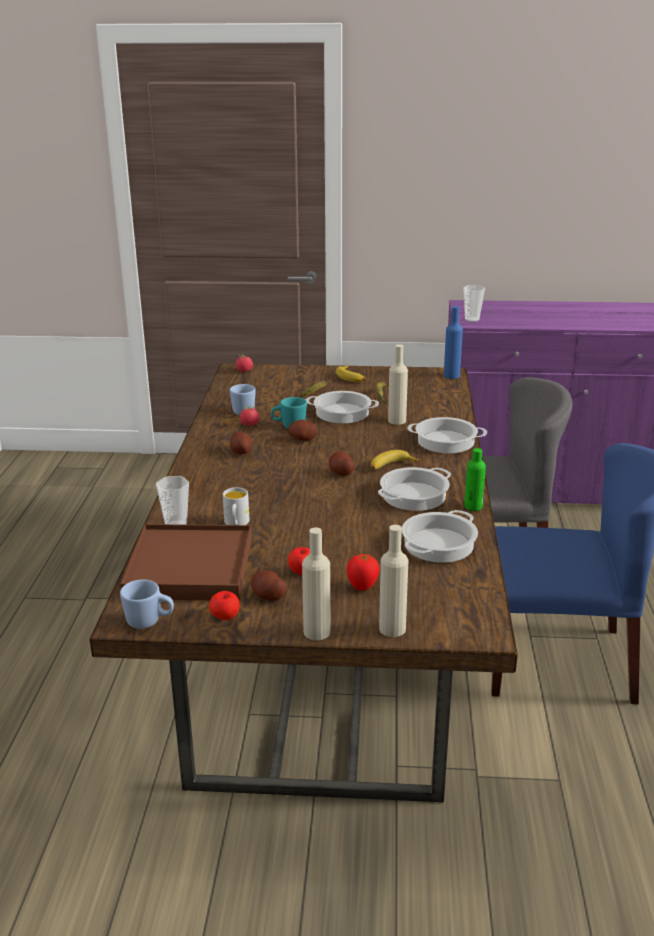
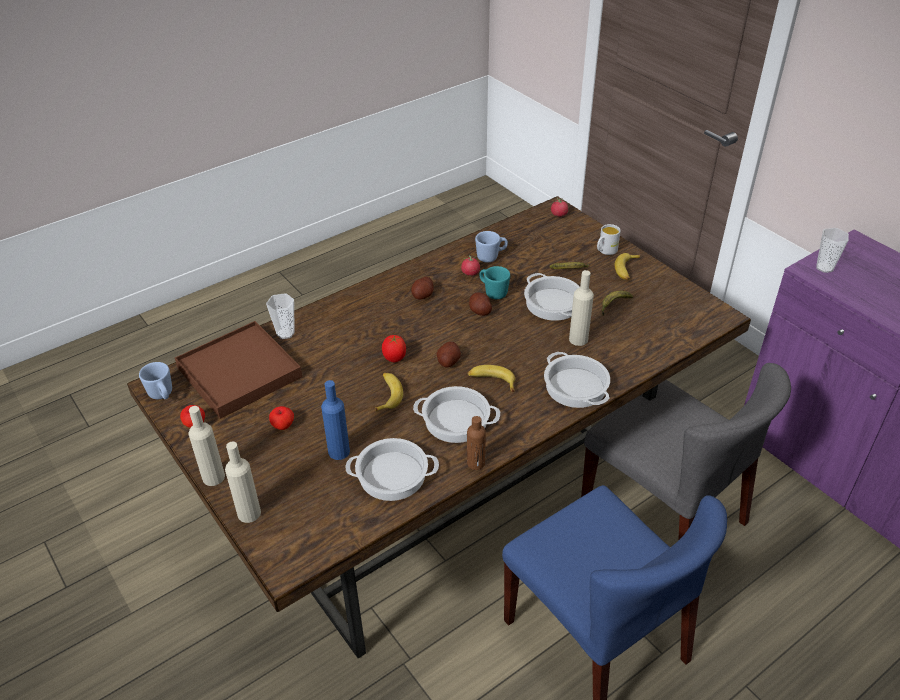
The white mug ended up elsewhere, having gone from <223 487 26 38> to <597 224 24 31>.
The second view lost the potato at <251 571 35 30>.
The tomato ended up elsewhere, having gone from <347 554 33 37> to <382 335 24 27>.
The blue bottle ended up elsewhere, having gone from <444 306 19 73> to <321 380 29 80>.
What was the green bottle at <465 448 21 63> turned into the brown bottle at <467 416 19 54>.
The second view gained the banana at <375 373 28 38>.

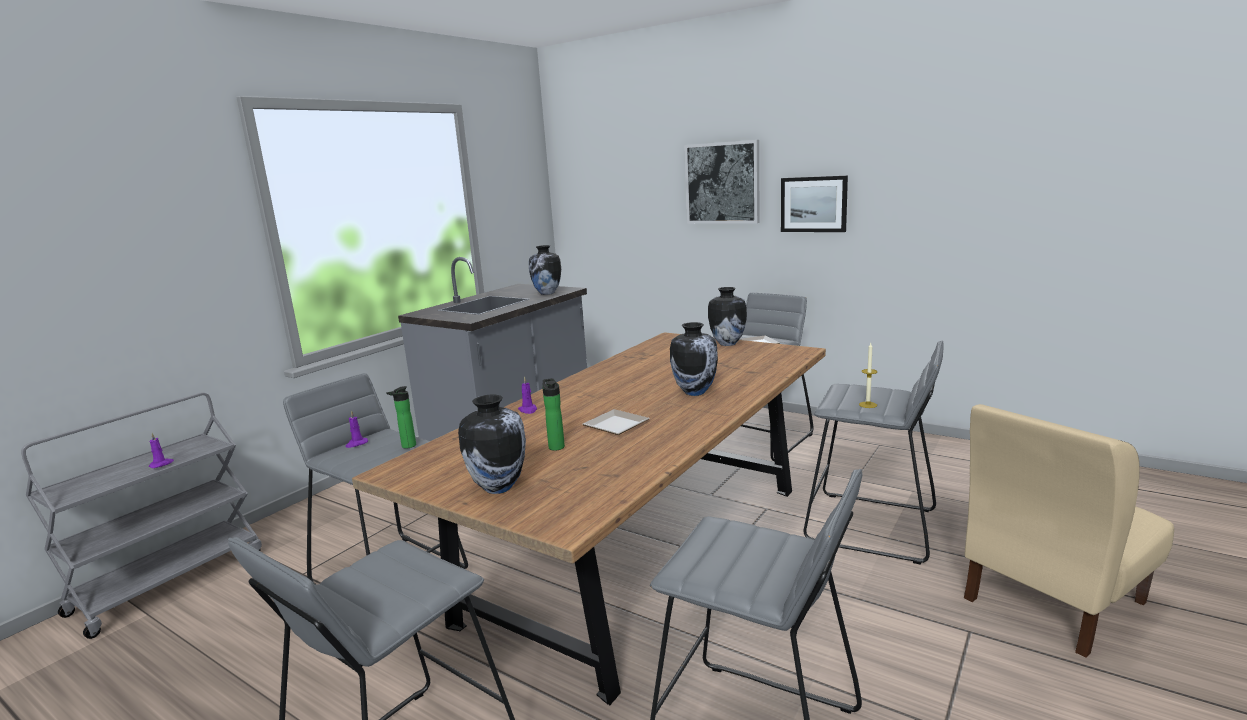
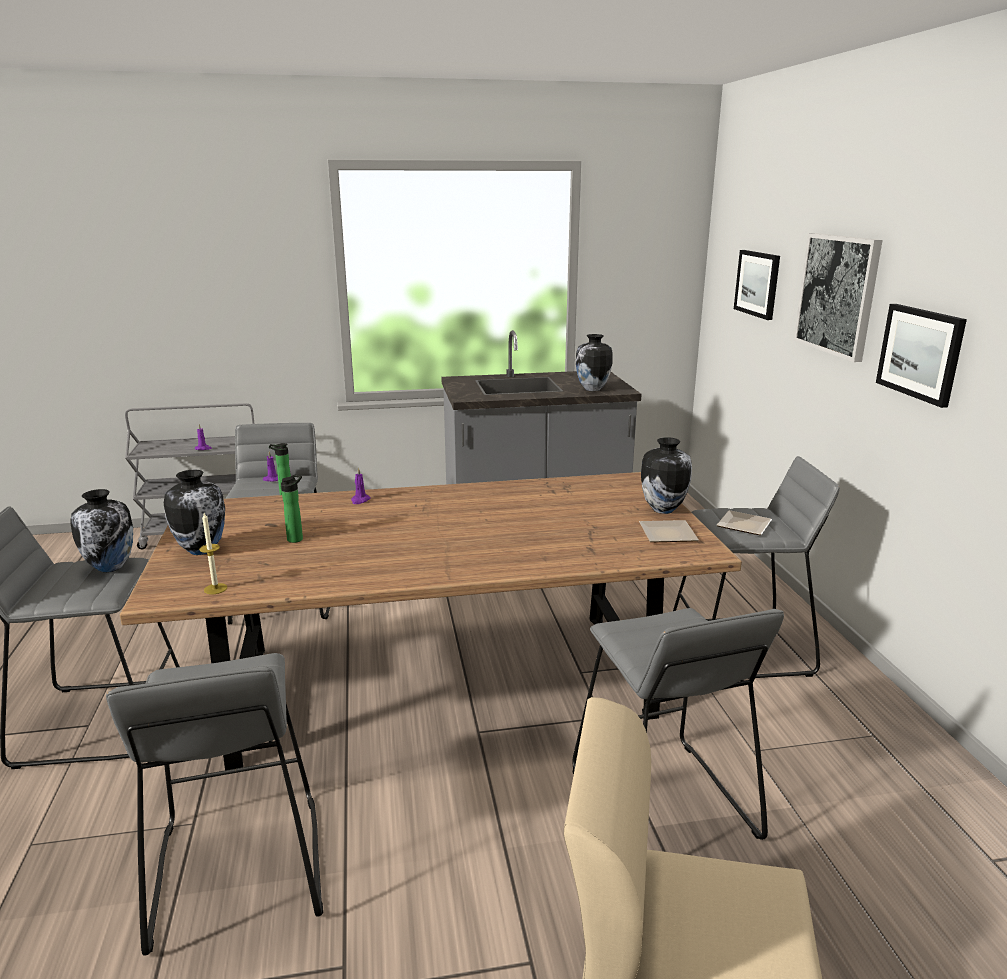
The plate ended up elsewhere, having gone from <582 409 68 26> to <639 520 60 22>.
The vase ended up elsewhere, having gone from <670 322 48 74> to <70 489 63 83>.
The candle ended up elsewhere, having gone from <859 343 18 65> to <199 513 28 81>.
The second view gained the picture at <734 250 46 70>.

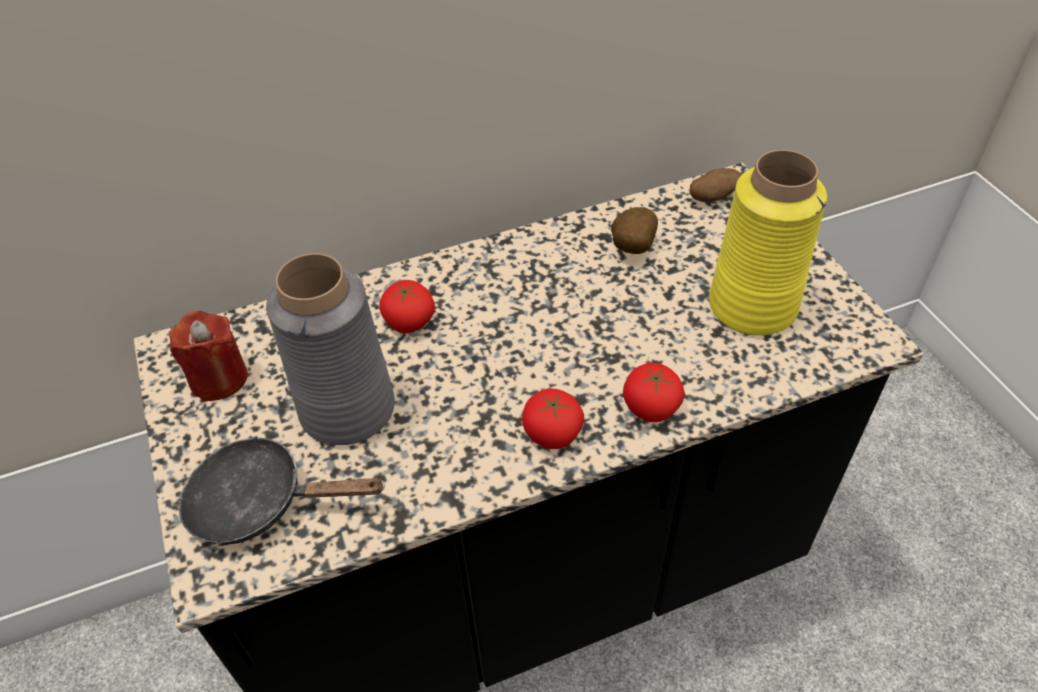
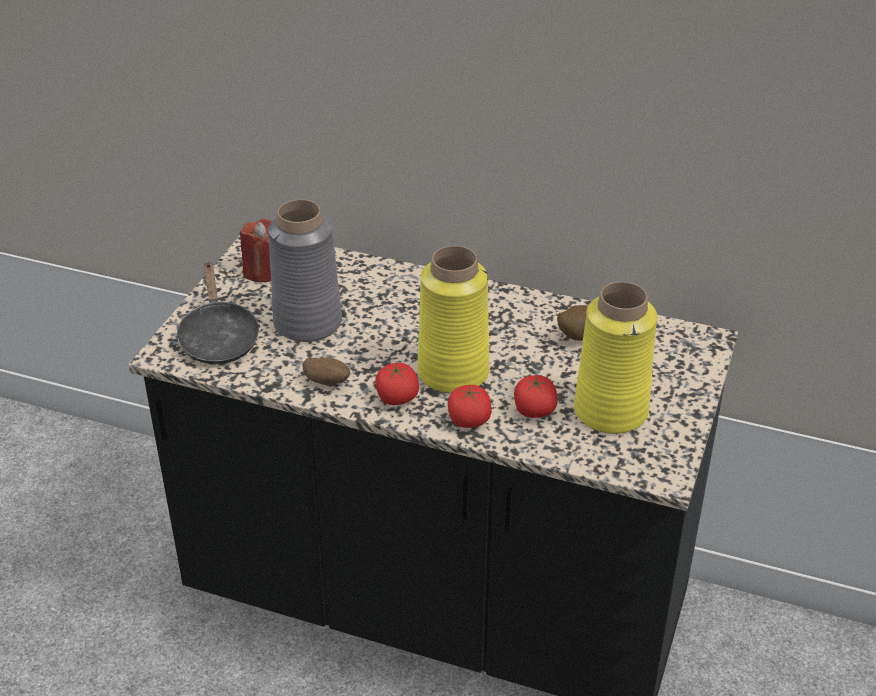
The black frying pan at <179 436 206 110> ended up facing another way, 150 degrees counterclockwise from before.
The tomato ended up elsewhere, having gone from <379 280 56 53> to <514 375 43 43>.
The potato ended up elsewhere, having gone from <689 168 53 34> to <302 357 48 28>.
The second view gained the yellow vase at <417 246 73 147>.

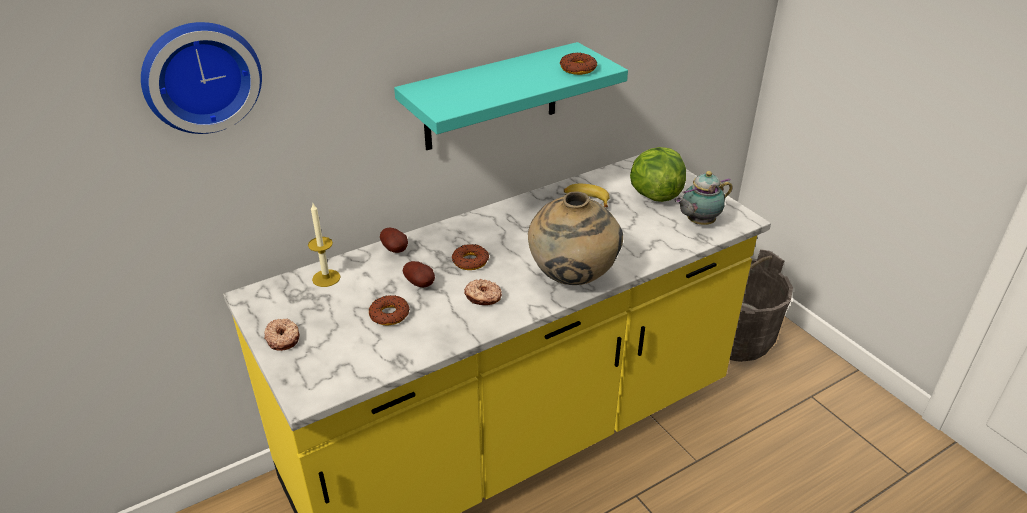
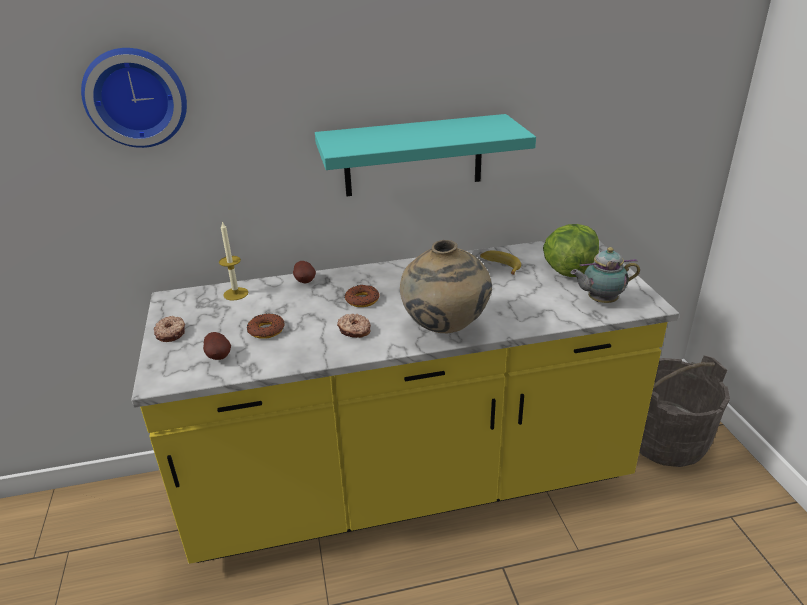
The potato ended up elsewhere, having gone from <403 261 32 26> to <203 332 28 28>.
The second view lost the donut at <560 53 37 22>.

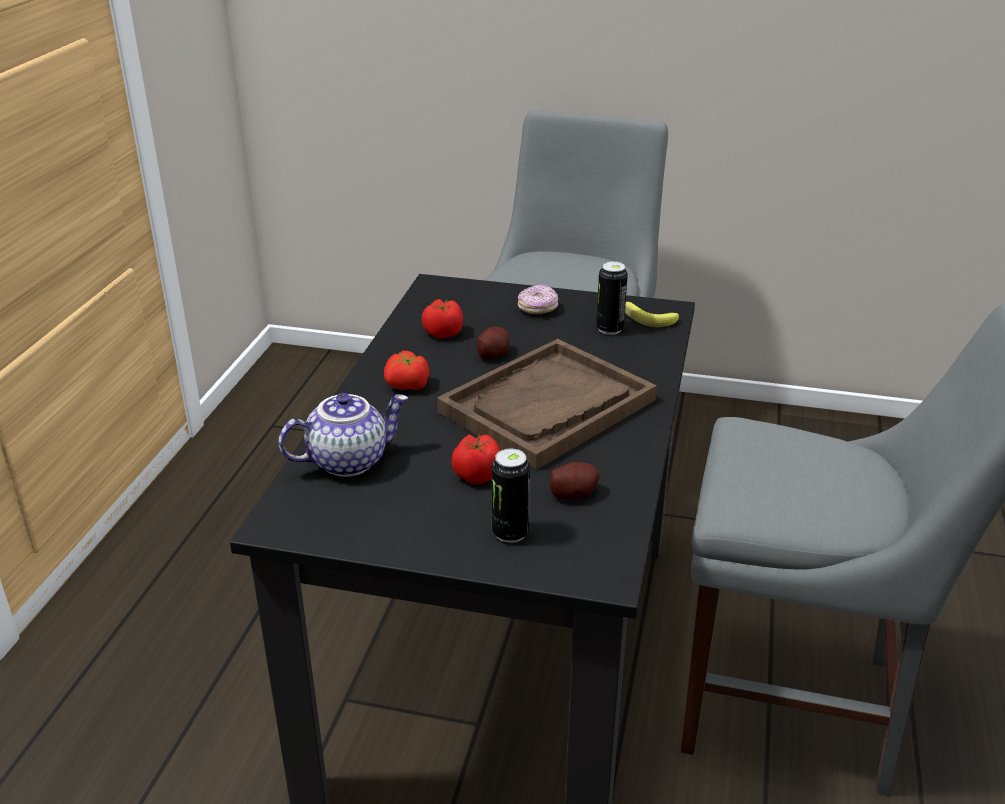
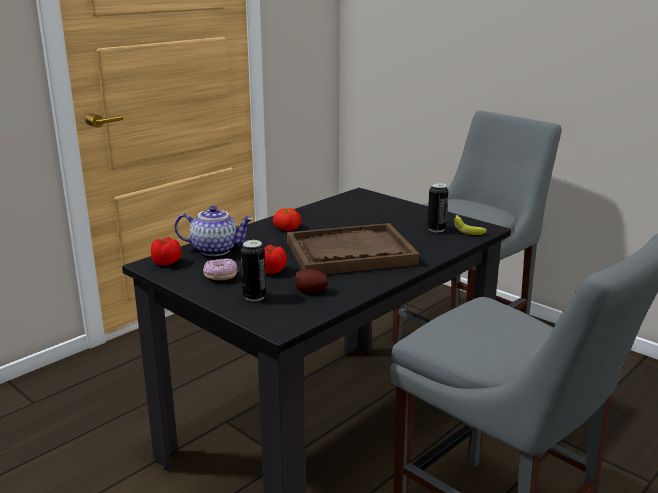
The tomato ended up elsewhere, having gone from <422 299 41 40> to <151 237 30 29>.
The second view lost the potato at <476 327 34 33>.
The donut ended up elsewhere, having gone from <518 284 40 30> to <203 258 35 22>.

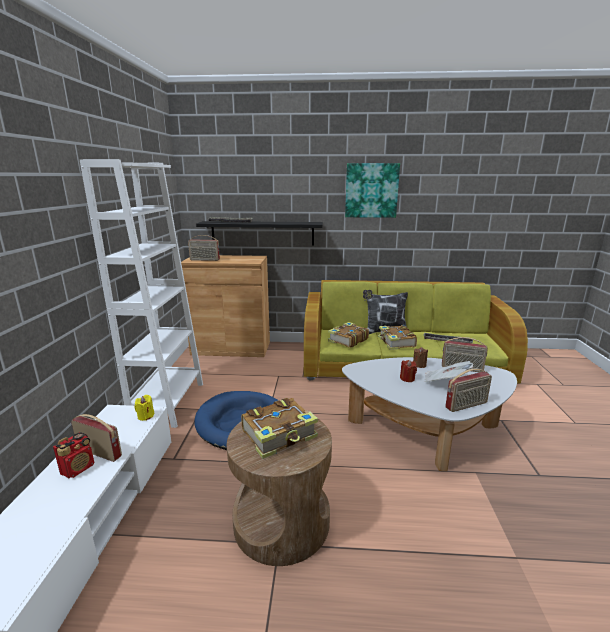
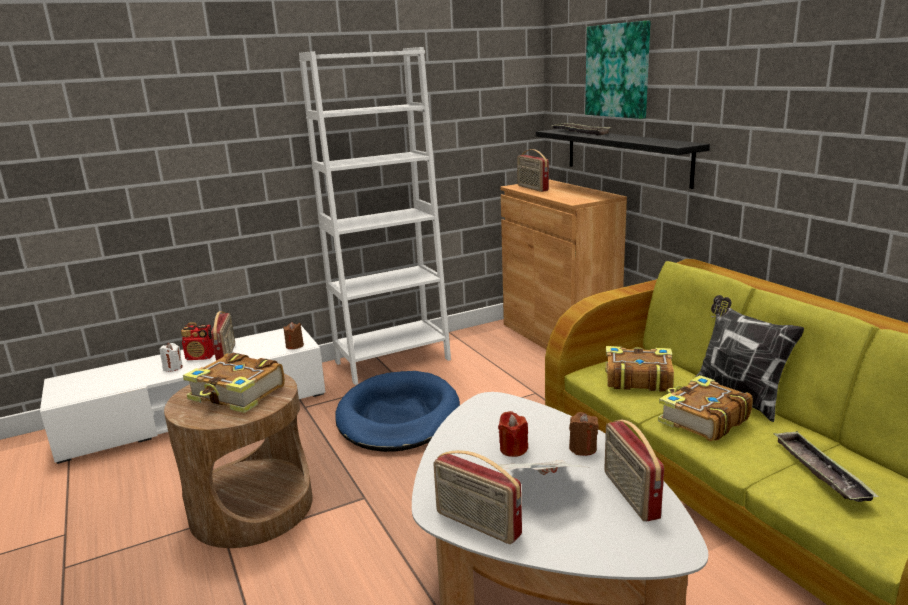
What was the yellow candle at <134 395 20 26> turned into the brown candle at <283 322 21 27>.
The picture ended up elsewhere, having gone from <345 163 55 55> to <585 21 65 98>.
The second view gained the white candle at <160 343 23 29>.

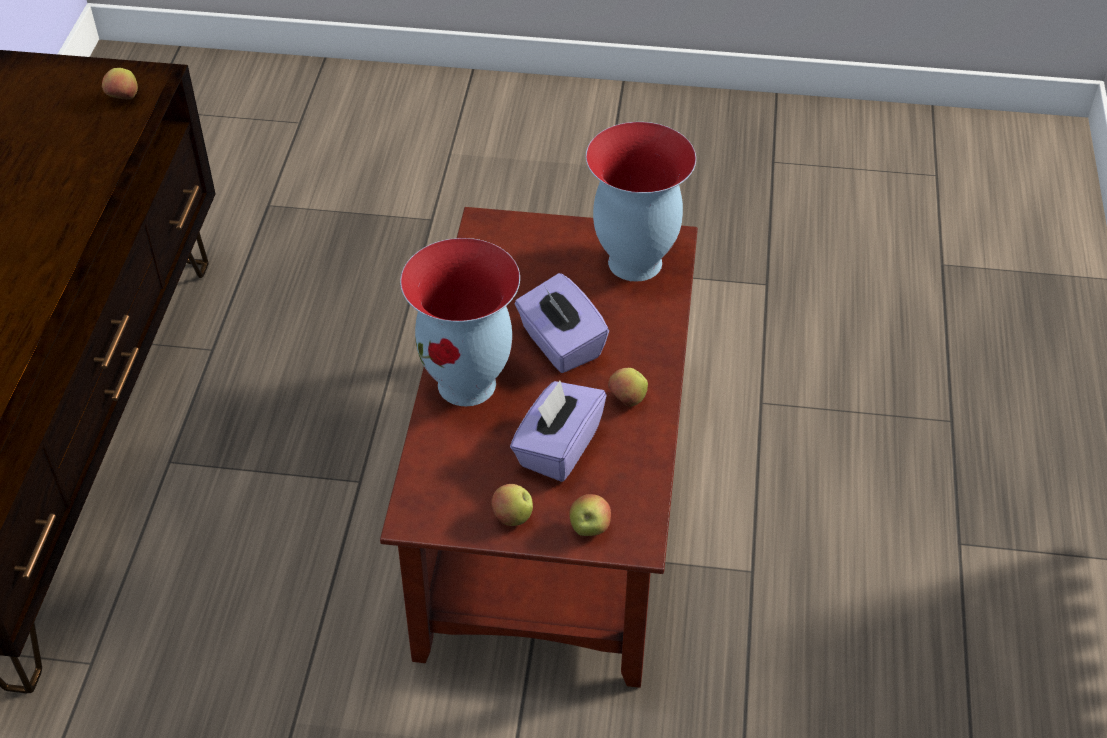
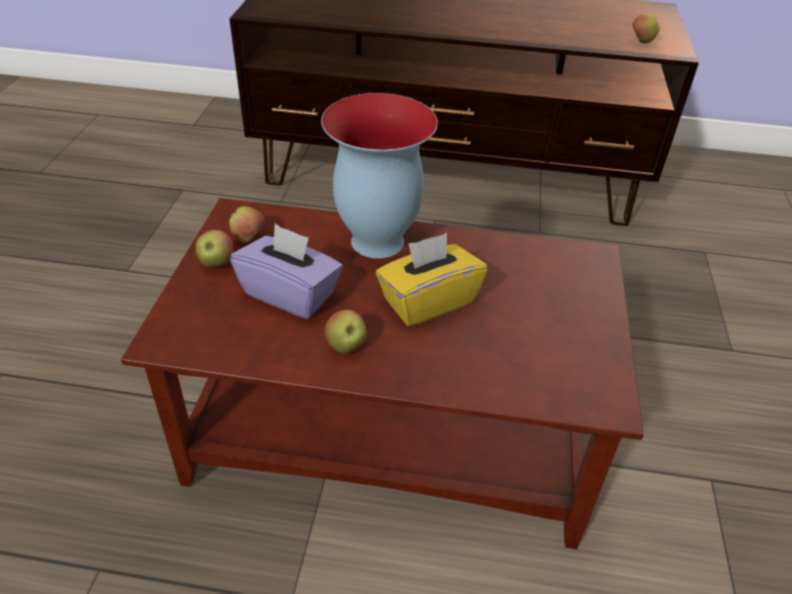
What was the purple tissue box at <515 273 94 100> turned into the yellow tissue box at <376 233 111 93>.
The apple ended up elsewhere, having gone from <570 494 41 42> to <229 206 36 37>.
The second view lost the vase at <586 122 110 159>.

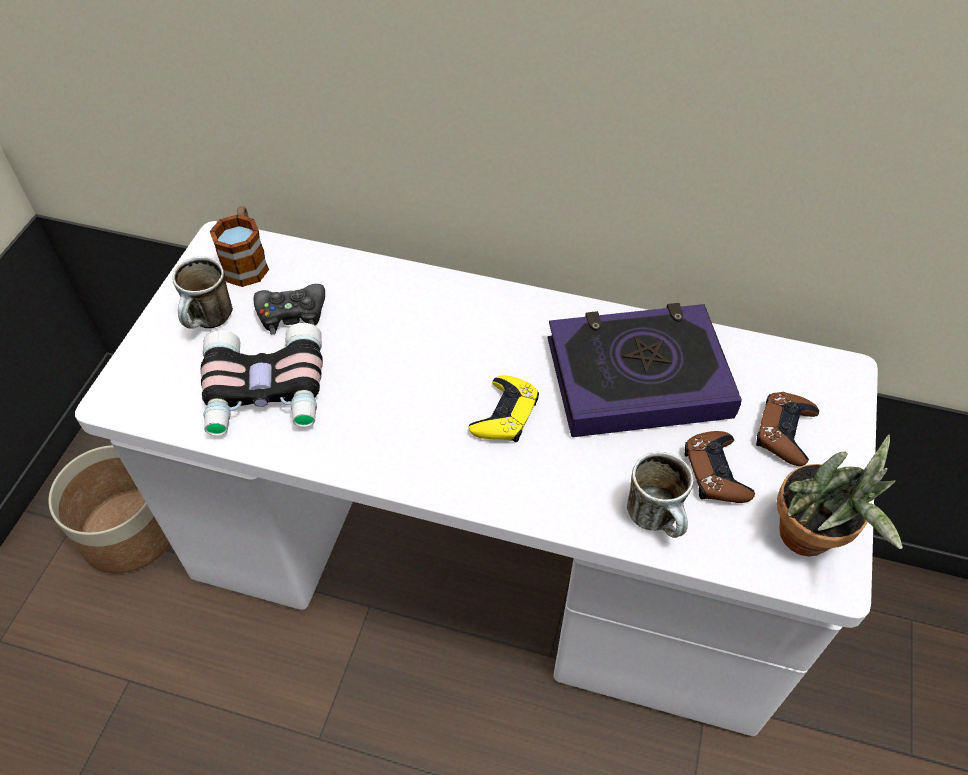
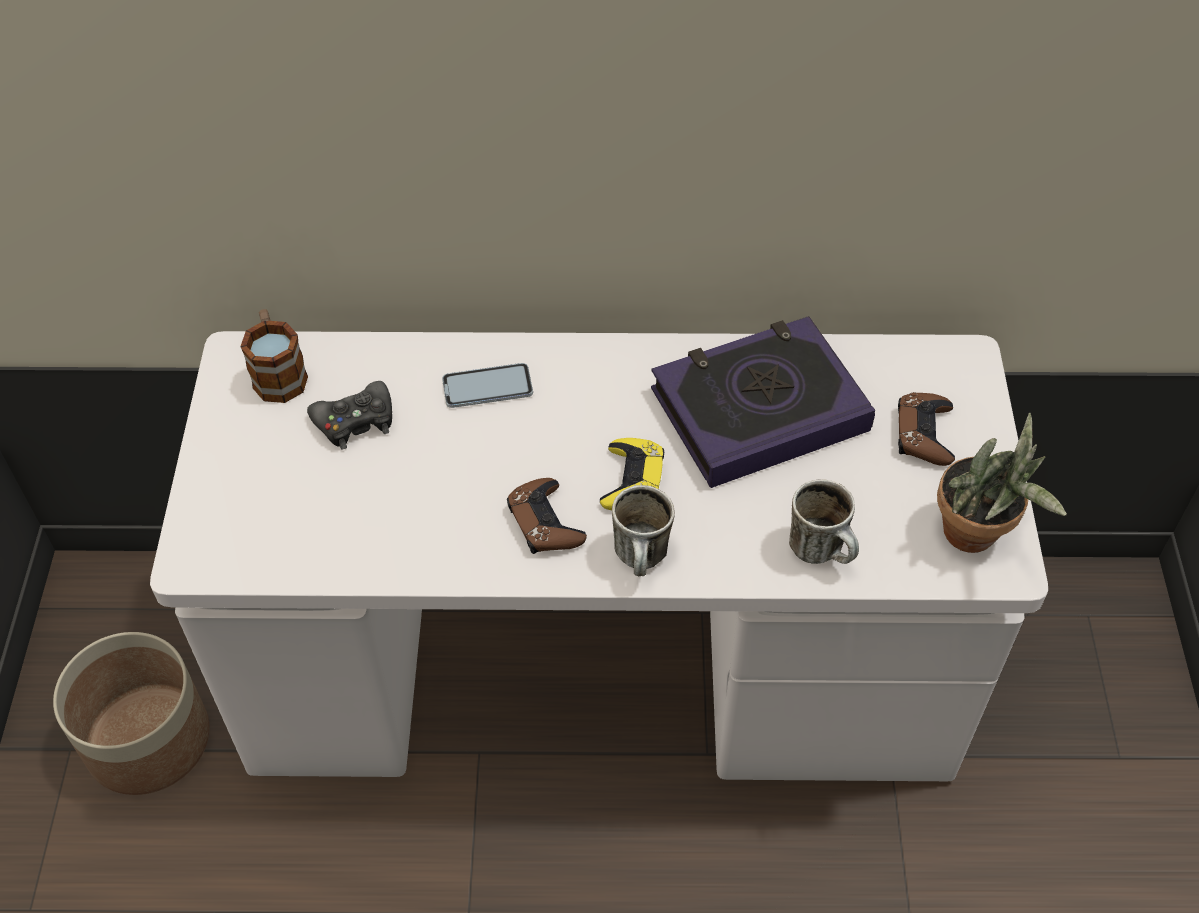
The mug ended up elsewhere, having gone from <172 257 61 72> to <612 485 63 91>.
The second view lost the binoculars at <200 323 123 113>.
The brown game controller ended up elsewhere, having gone from <685 431 70 72> to <507 478 80 76>.
The second view gained the phone at <442 363 91 45>.

